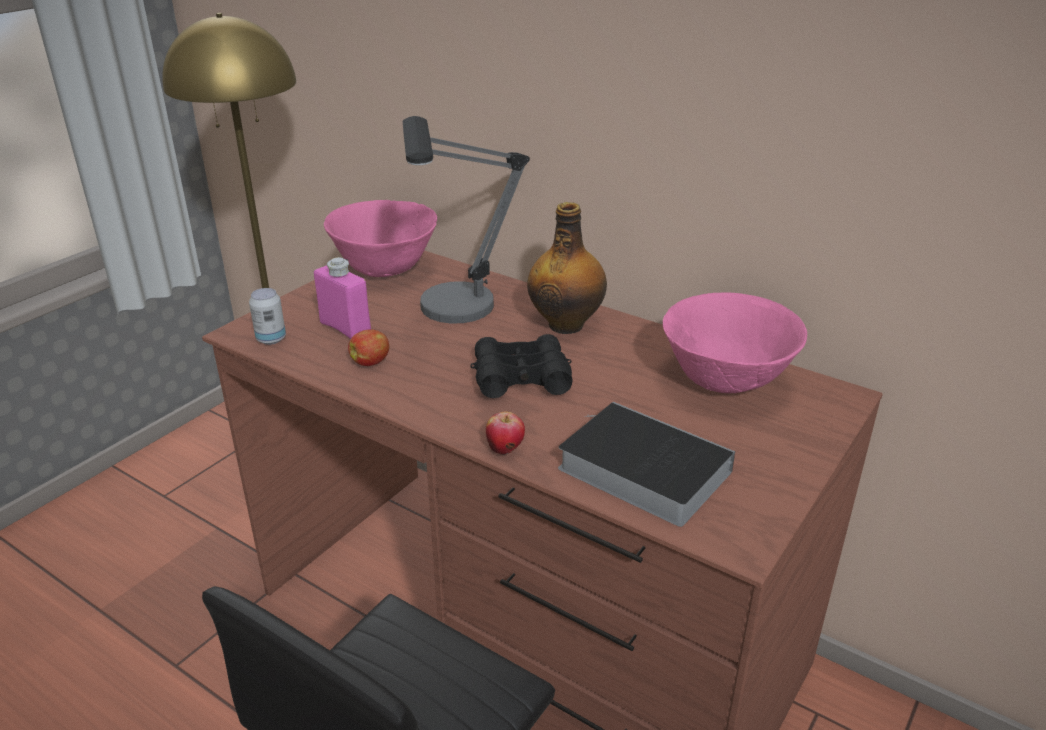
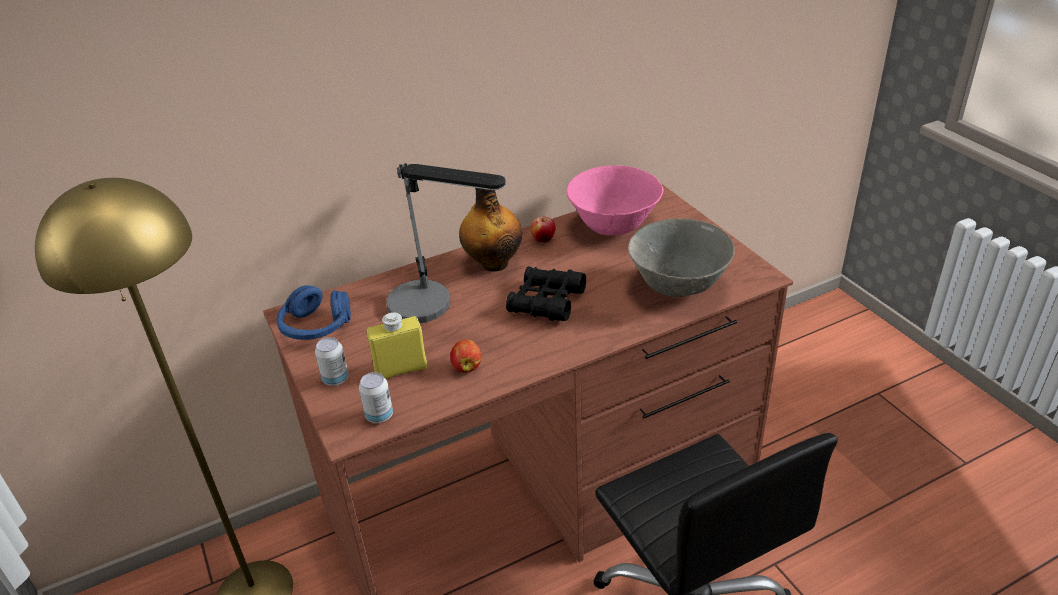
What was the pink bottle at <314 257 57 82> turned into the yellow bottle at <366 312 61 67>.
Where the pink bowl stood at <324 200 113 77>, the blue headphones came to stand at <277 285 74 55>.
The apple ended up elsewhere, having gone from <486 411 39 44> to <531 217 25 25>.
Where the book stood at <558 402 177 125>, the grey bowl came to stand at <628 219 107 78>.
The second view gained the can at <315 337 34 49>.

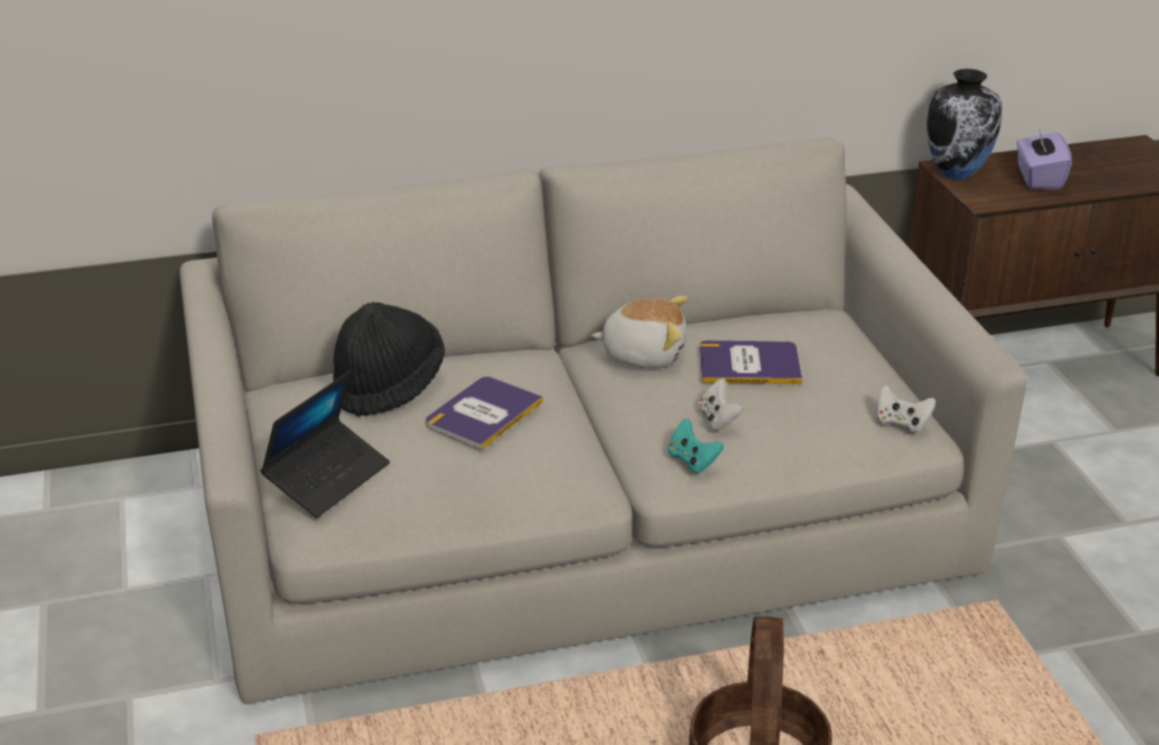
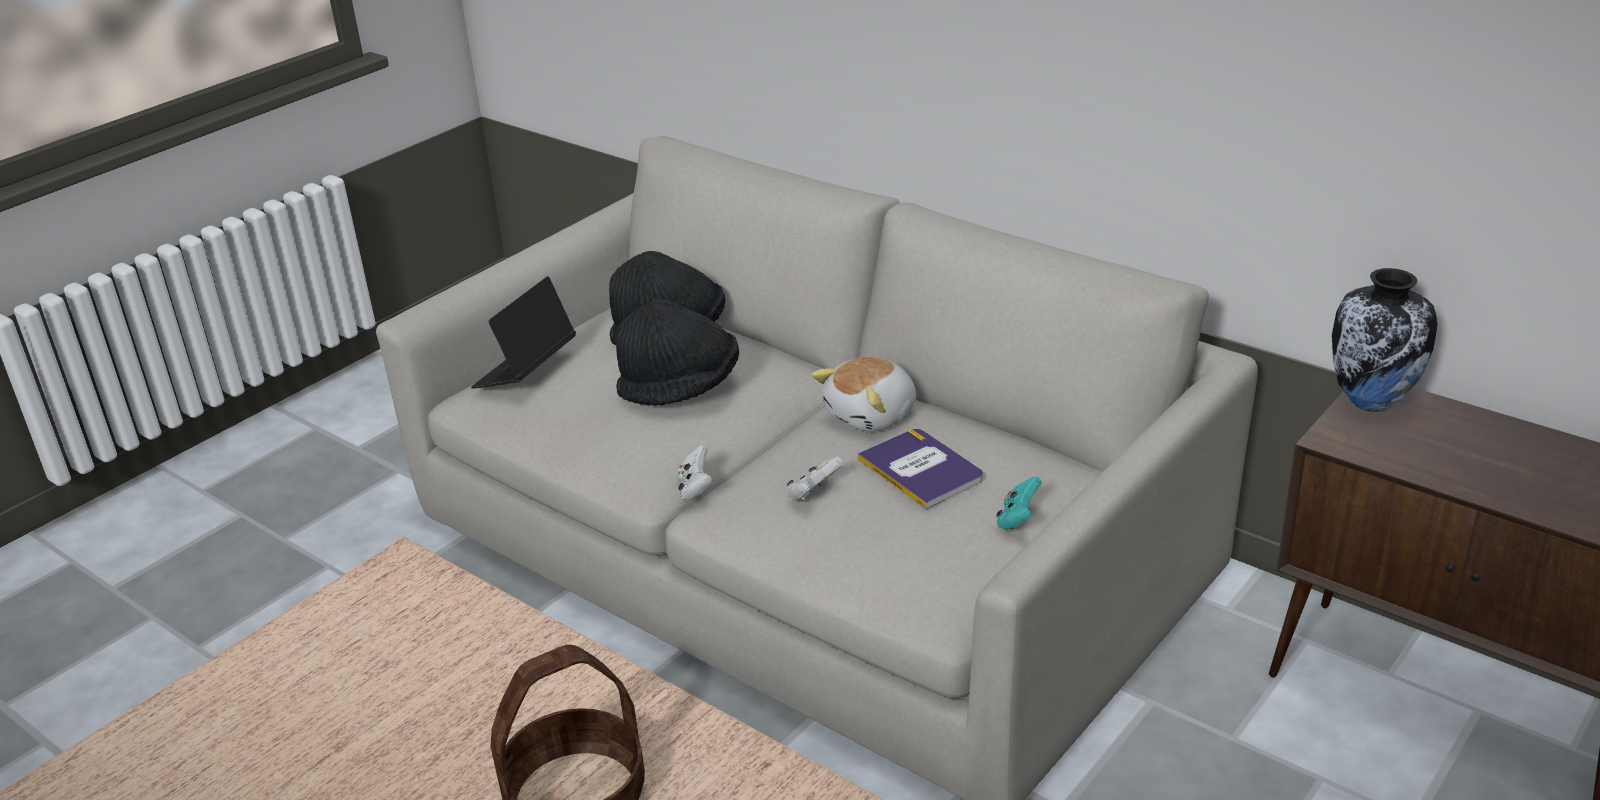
The laptop at <260 371 130 147> ended up facing another way, 120 degrees clockwise from before.
Where the book stood at <426 377 117 73>, the black hat came to stand at <616 299 123 107>.
The plush toy at <591 296 96 72> ended up facing another way, 75 degrees clockwise from before.
The turquoise game controller ended up elsewhere, having gone from <668 419 56 54> to <996 476 46 54>.
The white game controller ended up elsewhere, having gone from <876 385 60 48> to <677 445 36 55>.
The second view lost the purple tissue box at <1016 126 56 64>.

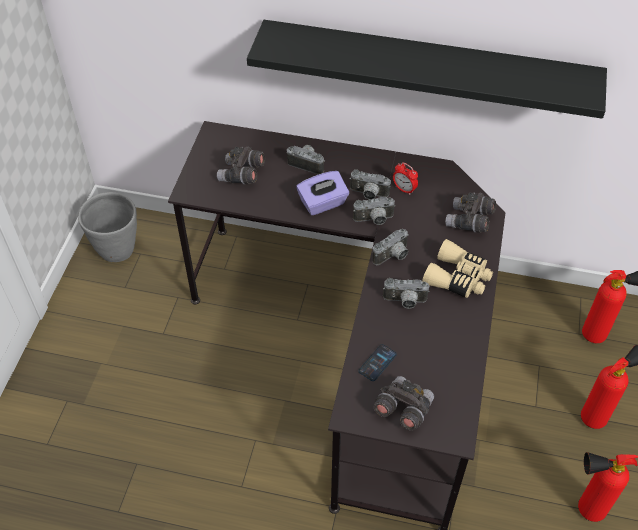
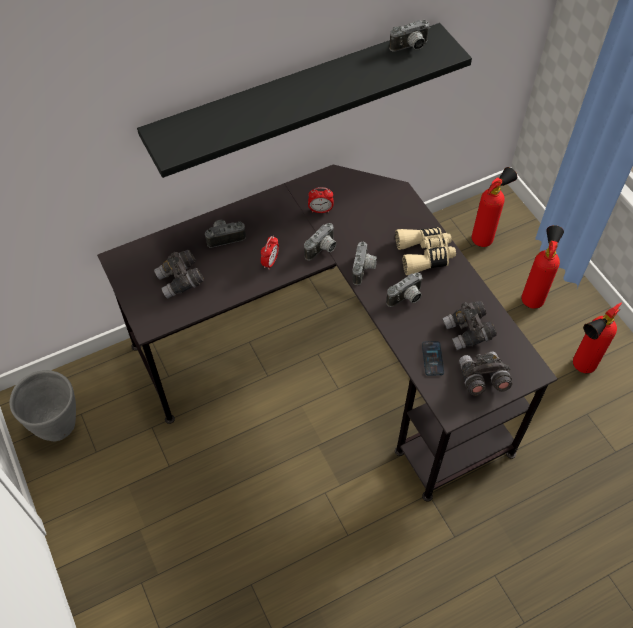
Where the purple tissue box stood at <296 171 53 44>, the alarm clock came to stand at <261 236 18 33>.
The photo camera ended up elsewhere, having gone from <349 169 42 31> to <389 20 41 32>.
The grey binoculars ended up elsewhere, having gone from <445 192 51 41> to <442 301 55 49>.

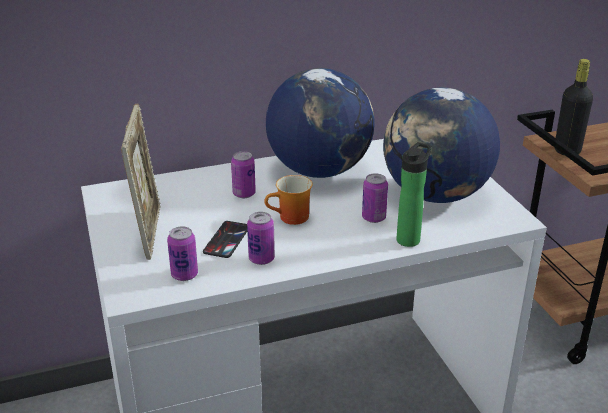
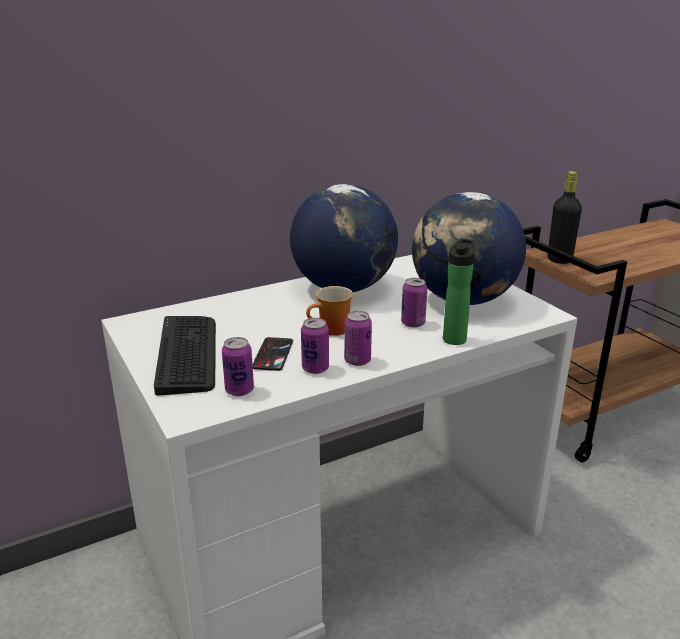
Where the picture frame stood at <121 103 40 157>, the keyboard came to stand at <154 316 62 80>.
The can ended up elsewhere, having gone from <231 151 25 47> to <344 311 28 55>.

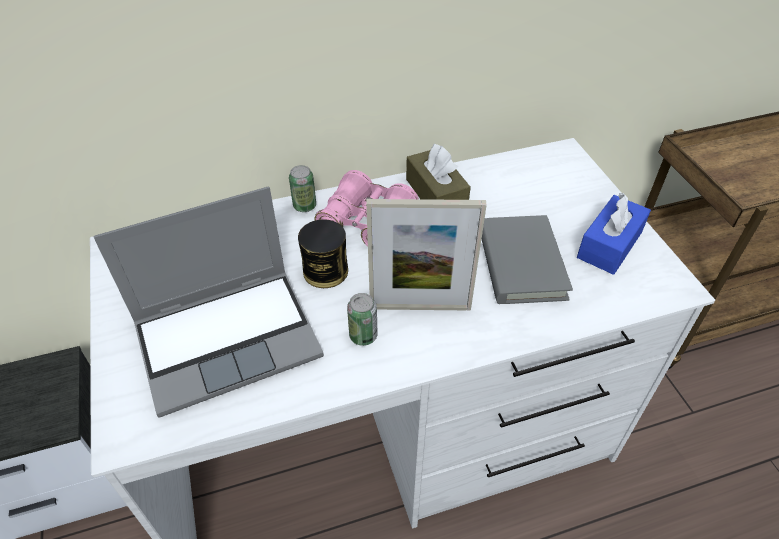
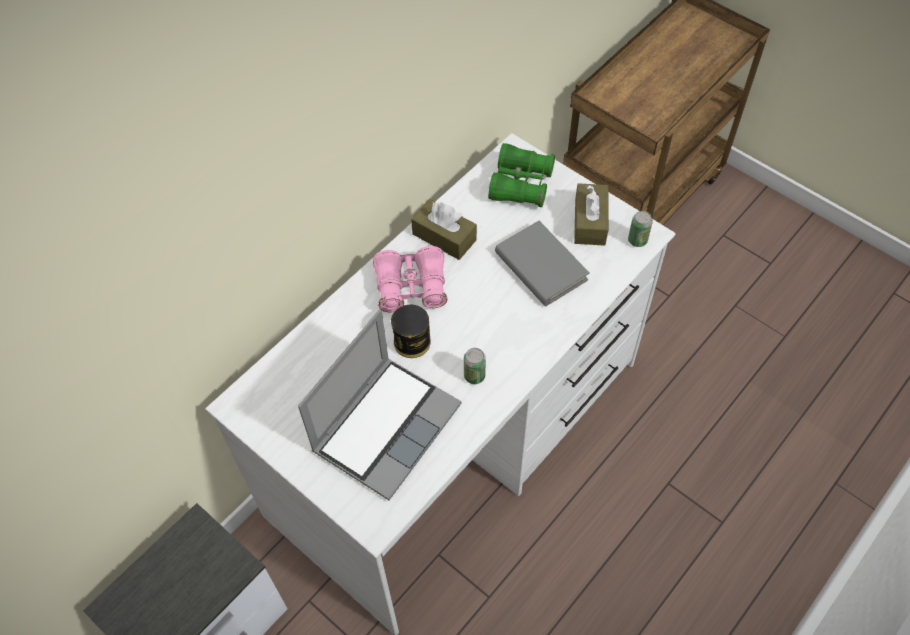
The can ended up elsewhere, having gone from <289 165 27 47> to <628 211 25 36>.
The second view lost the picture frame at <366 199 121 111>.
What was the blue tissue box at <577 193 74 82> turned into the brown tissue box at <574 183 34 63>.
The second view gained the green binoculars at <488 143 67 64>.

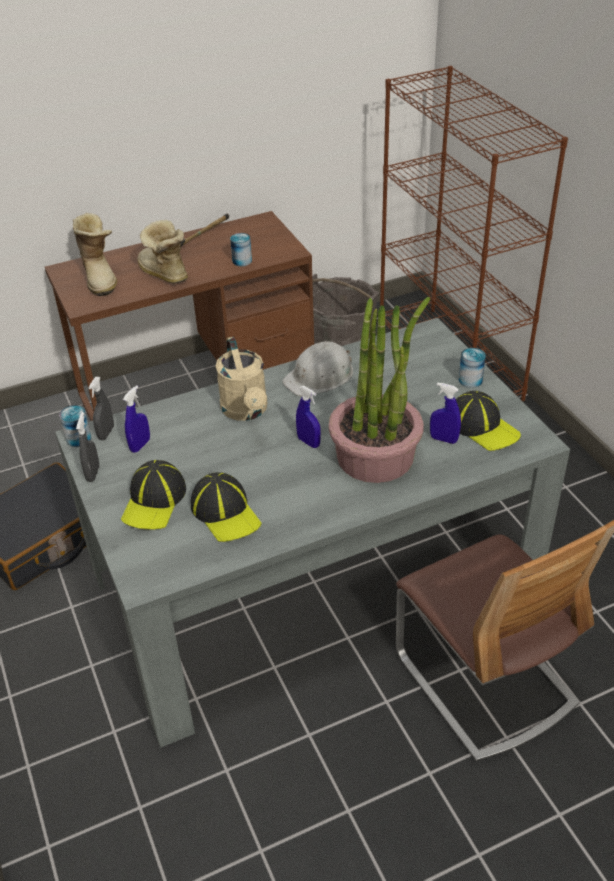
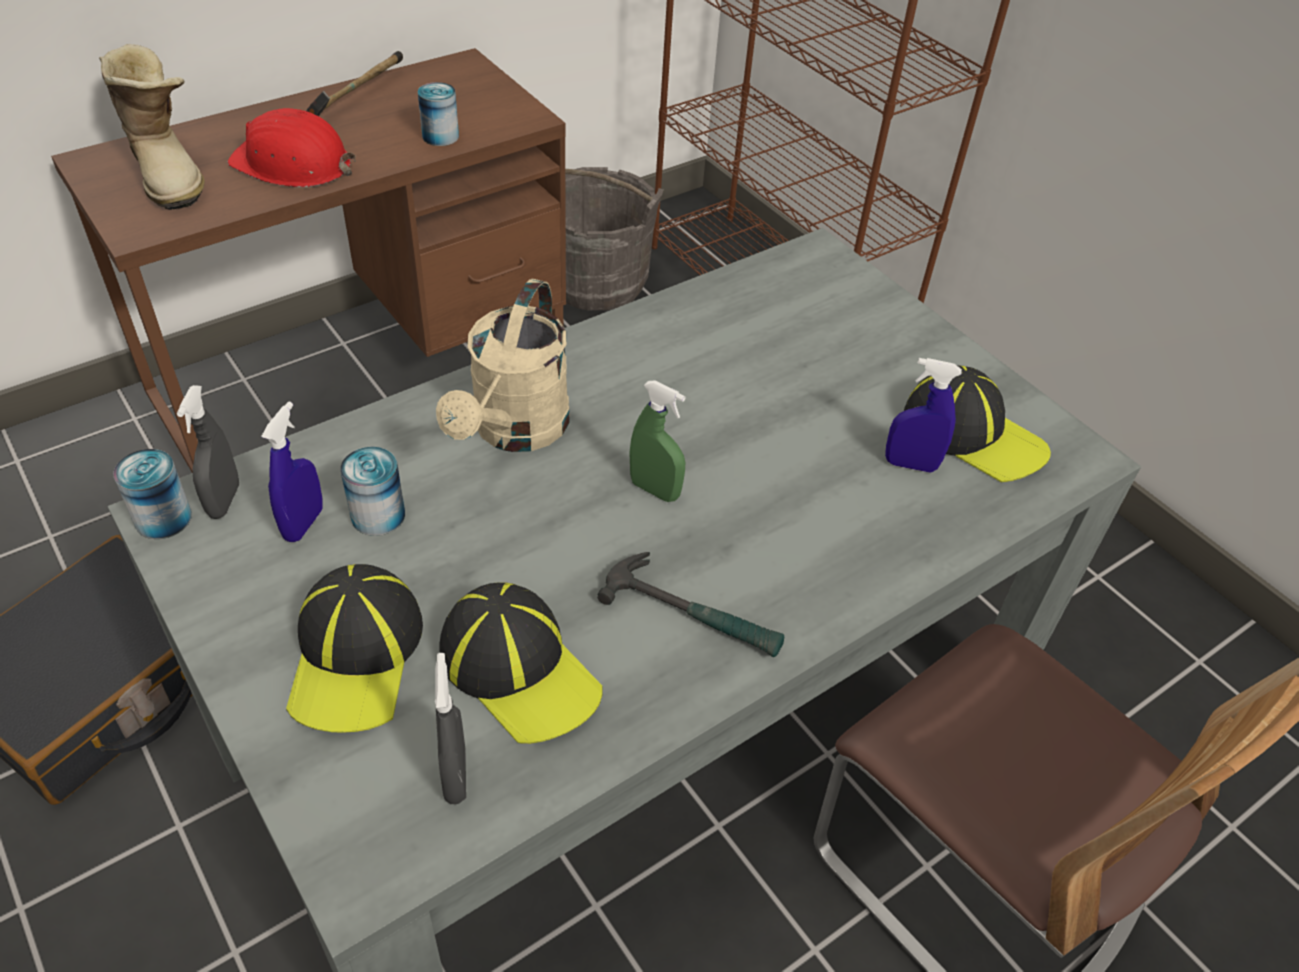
The grey spray bottle ended up elsewhere, having gone from <76 412 23 70> to <435 653 31 151>.
Where the boot stood at <137 220 51 64>, the red hard hat came to stand at <227 108 129 79>.
The beige watering can at <216 337 52 84> ended up facing another way, 45 degrees clockwise from before.
The second view lost the white hard hat at <282 341 71 55>.
What was the blue spray bottle at <296 386 25 62> turned into the green spray bottle at <629 381 56 121>.
The second view lost the potted plant at <329 297 101 186>.
The can ended up elsewhere, having gone from <459 348 27 40> to <340 447 65 89>.
The second view gained the hammer at <597 552 187 105>.

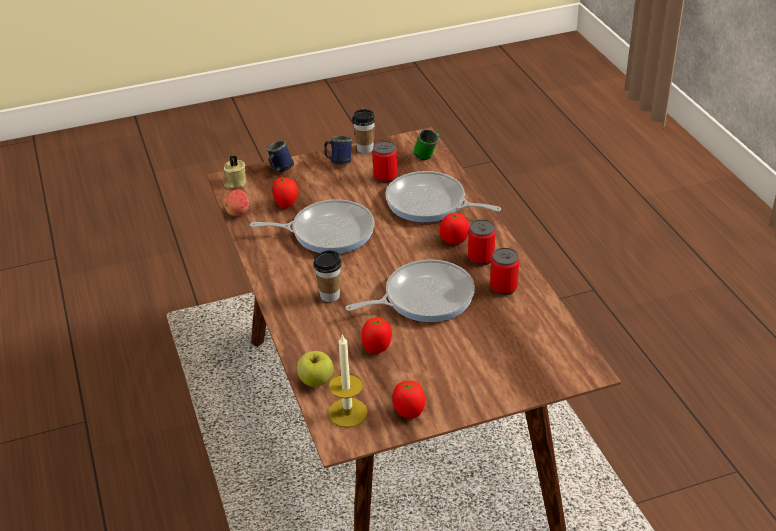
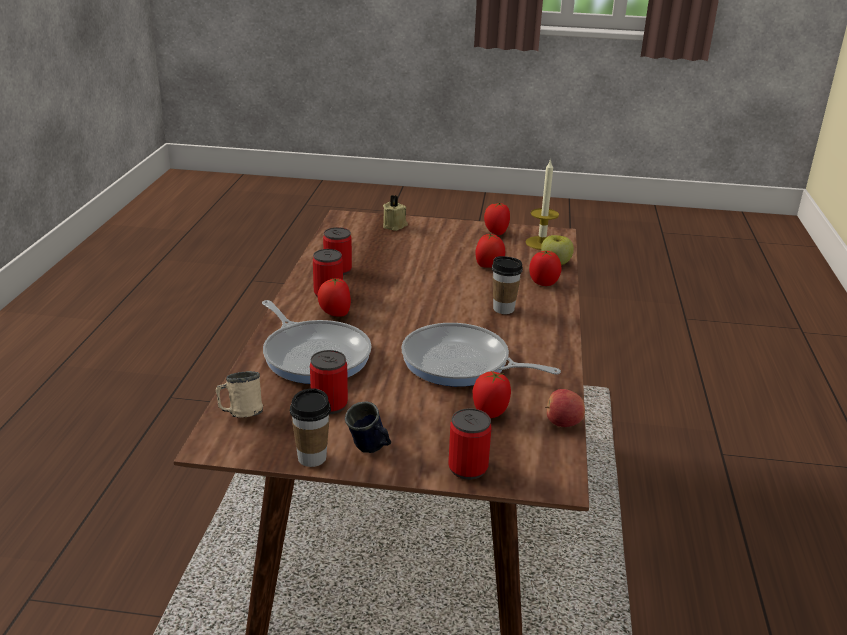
The beige candle ended up elsewhere, having gone from <224 155 22 34> to <383 195 25 36>.
Where the blue mug stood at <266 141 28 31>, the can came to stand at <448 408 43 72>.
The second view lost the frying pan at <346 259 129 63>.
What was the green mug at <414 129 26 31> turned into the beige mug at <216 371 47 46>.
The second view gained the tomato at <529 251 33 35>.

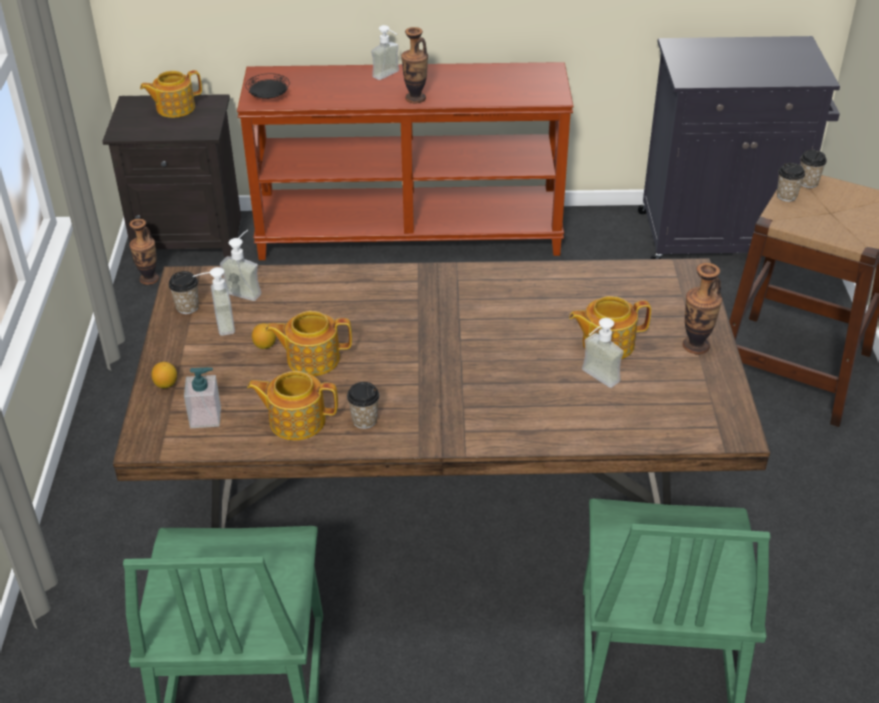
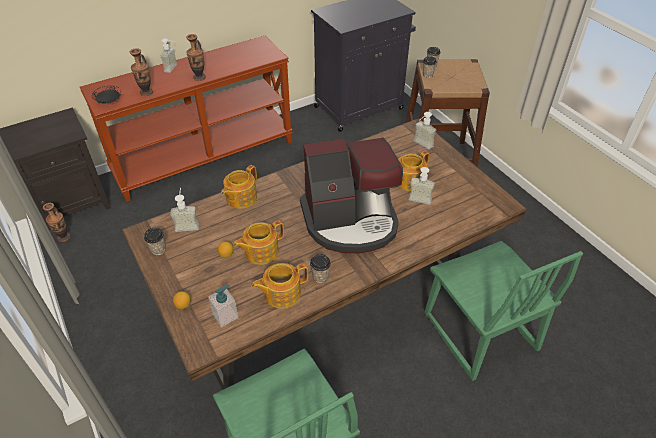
The teapot ended up elsewhere, having gone from <140 70 62 48> to <221 165 36 44>.
The soap dispenser ended up elsewhere, having gone from <193 267 42 69> to <414 112 22 37>.
The vase ended up elsewhere, having gone from <683 263 39 91> to <130 48 23 48>.
The second view gained the coffee machine at <300 137 103 116>.

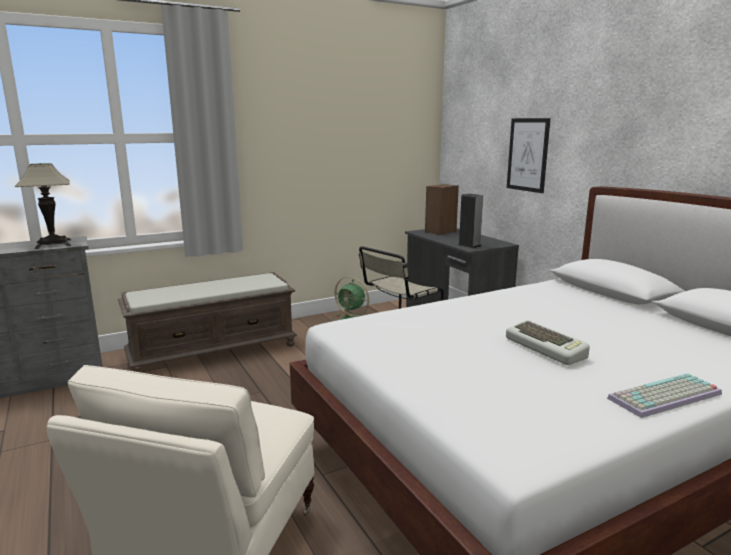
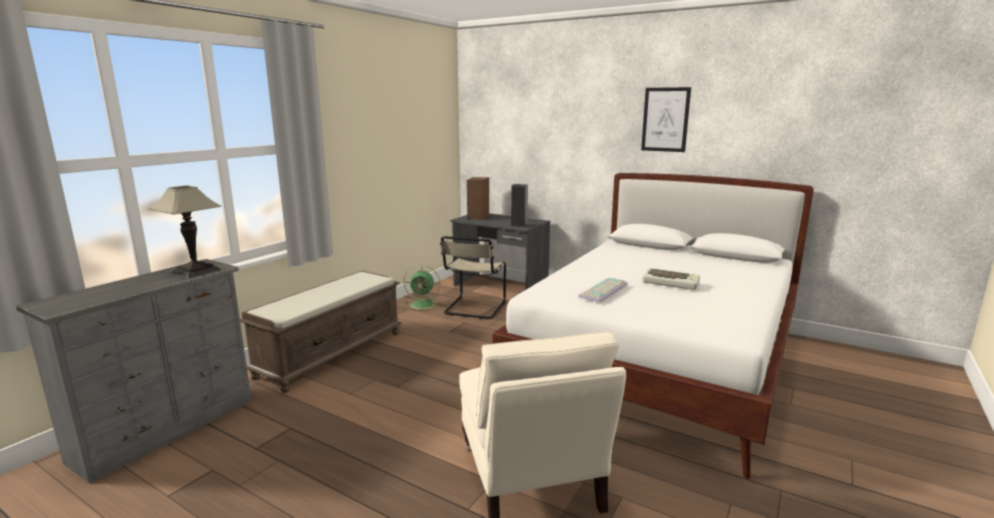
The picture ended up elsewhere, having gone from <507 118 43 75> to <641 87 50 65>.
The keyboard ended up elsewhere, having gone from <607 373 115 45> to <578 277 49 25>.

